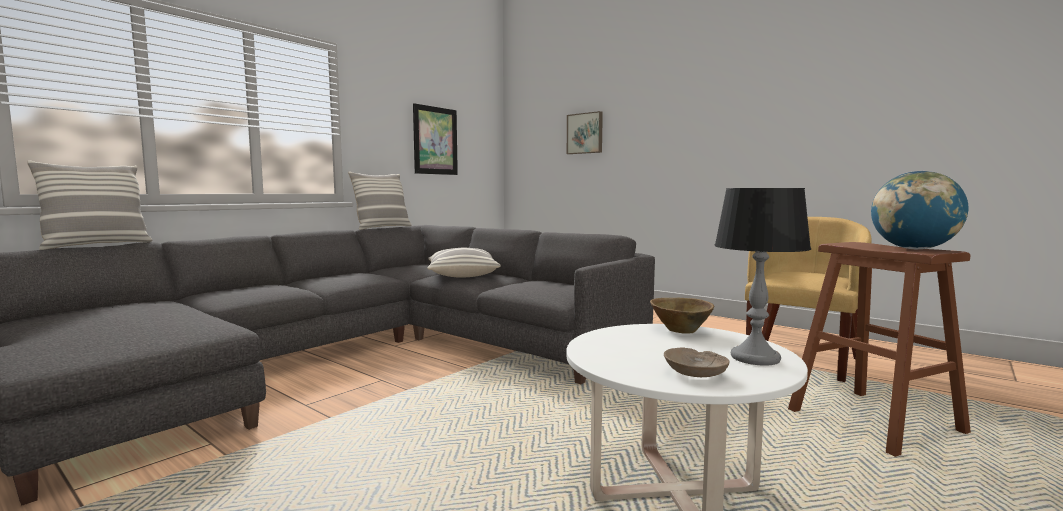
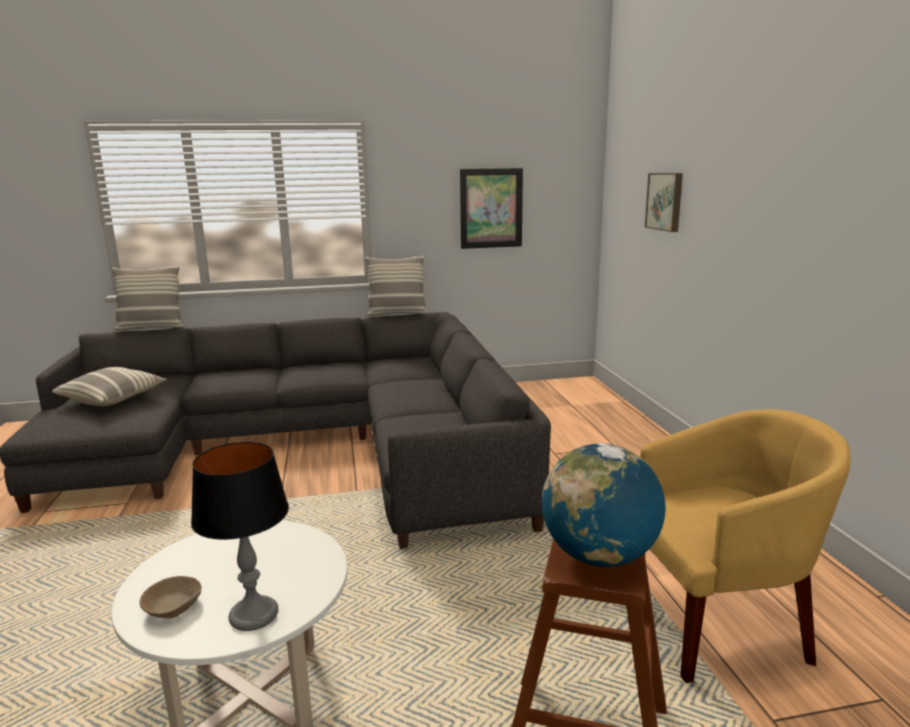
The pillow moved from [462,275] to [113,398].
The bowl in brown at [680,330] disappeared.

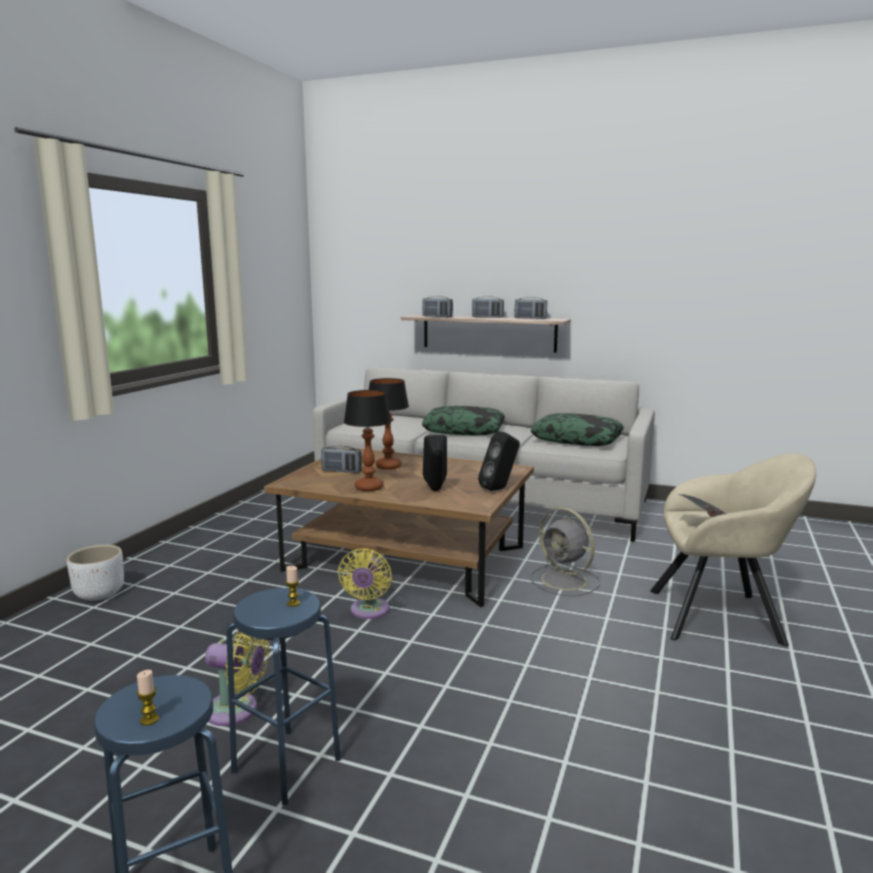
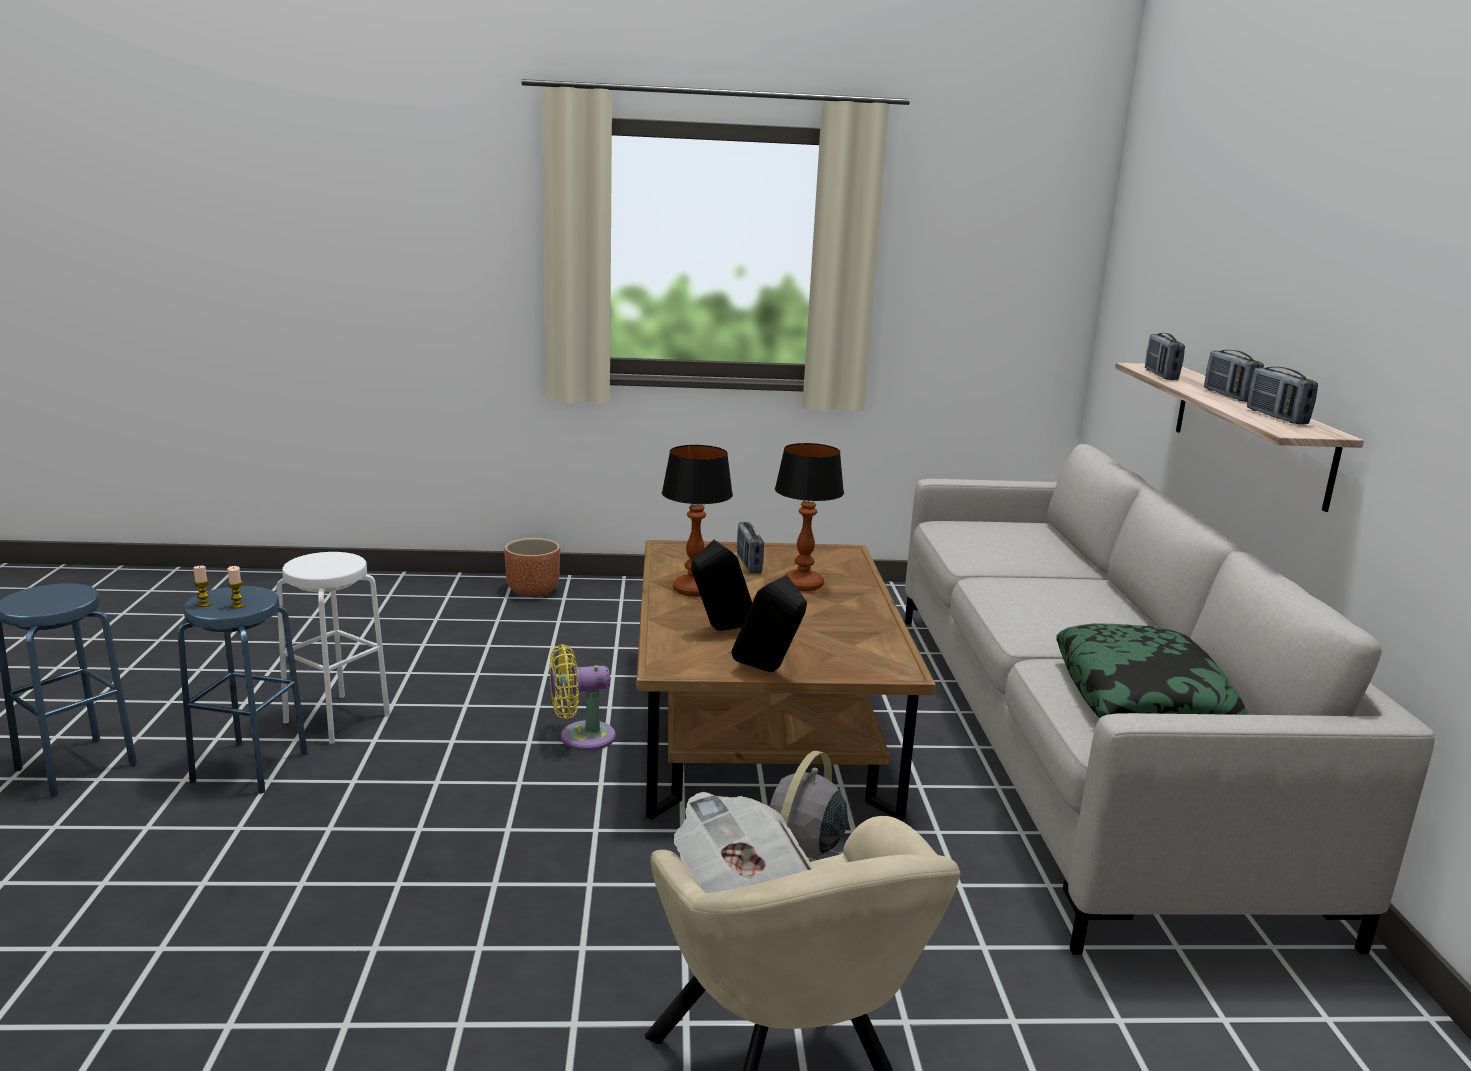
The planter in white at [100,594] became the planter in brown at [533,591].
The candle moved from [149,719] to [203,604].
The fan in yellow at [237,710] was replaced by the stool in white at [337,718].
The pillow at [464,430] disappeared.

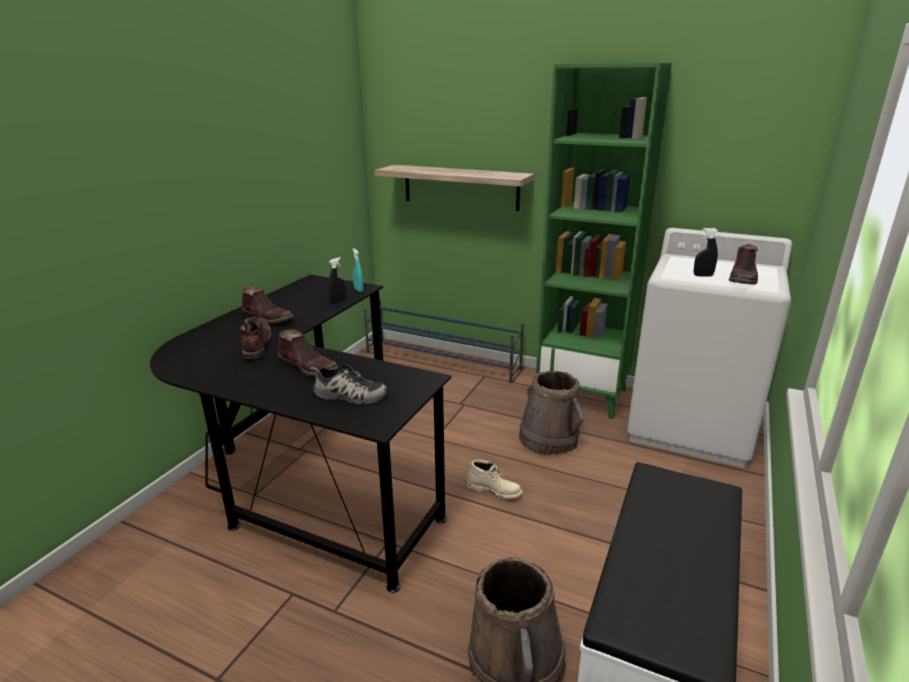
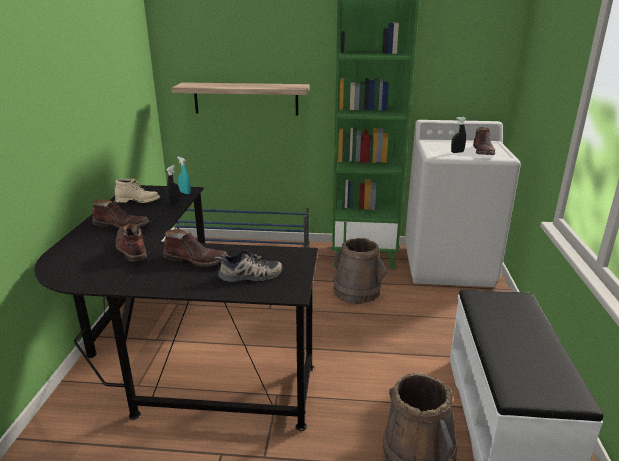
The boot in beige moved from [495,490] to [138,201].

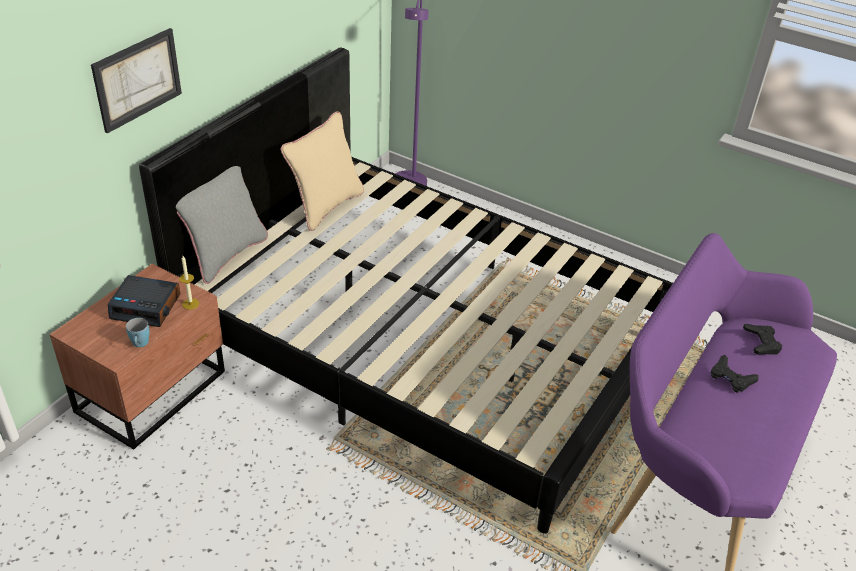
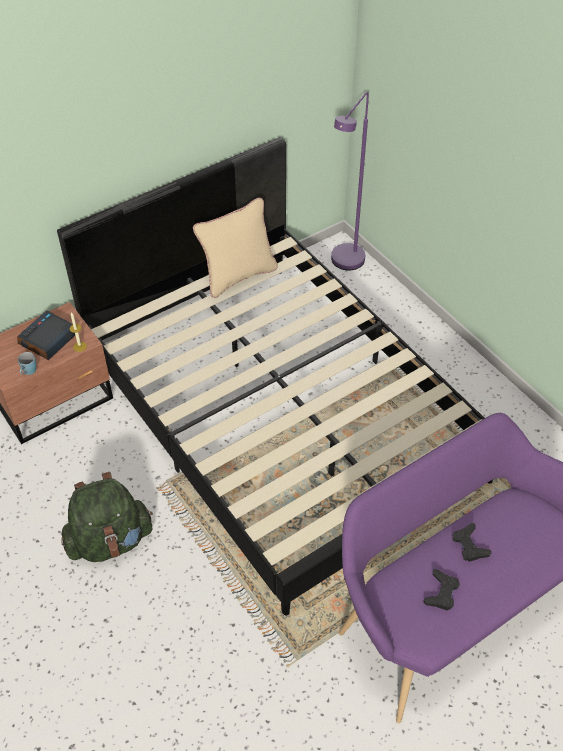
The picture at [137,79] disappeared.
The alarm clock at [146,306] turned 90 degrees clockwise.
The pillow in grey at [225,255] disappeared.
The game controller in black moved from [761,342] to [441,592].
The backpack in green at [110,540] appeared.

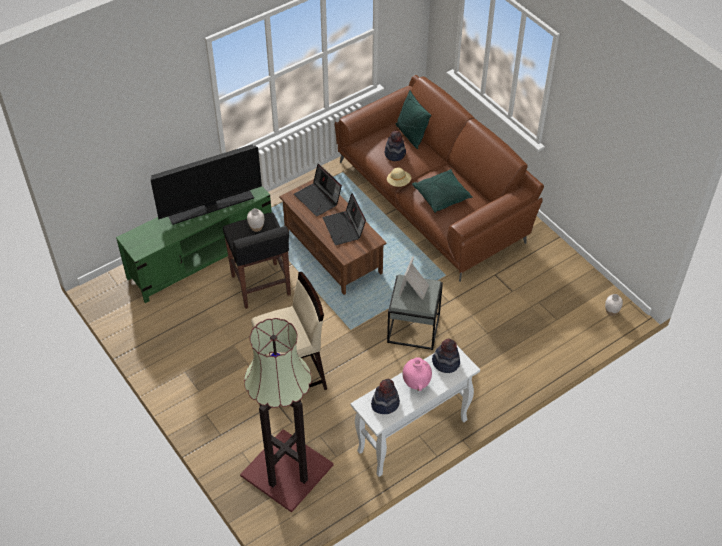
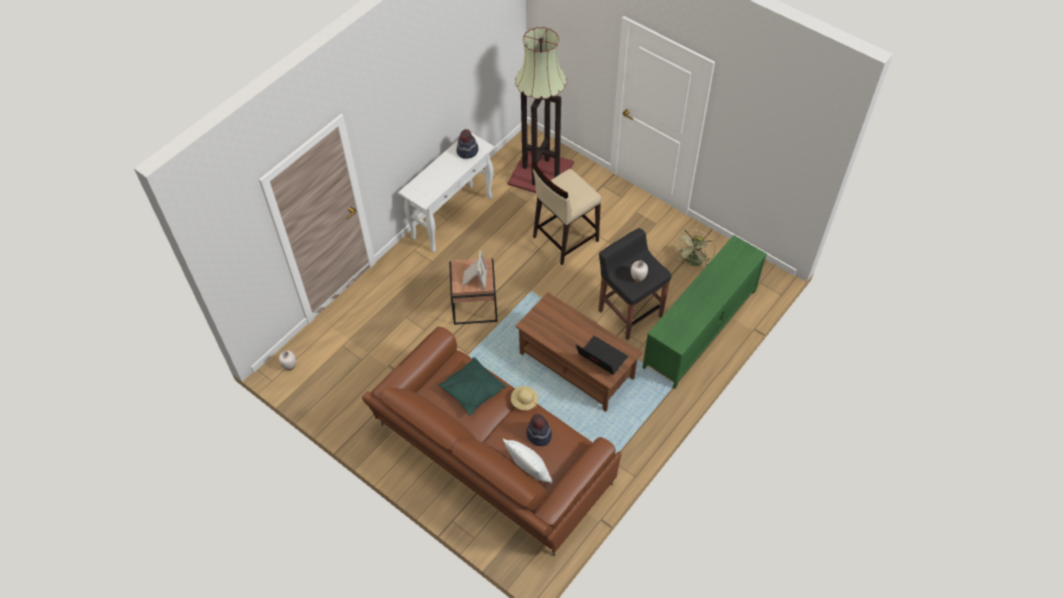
The television at [211,206] disappeared.
The laptop at [344,228] disappeared.
The side table in grey at [414,329] became the side table in brown at [474,305].
The pillow in green at [411,135] became the pillow in white at [529,470].
The vase in pink at [416,382] disappeared.
The hat at [446,362] disappeared.
The fan in green at [693,262] appeared.

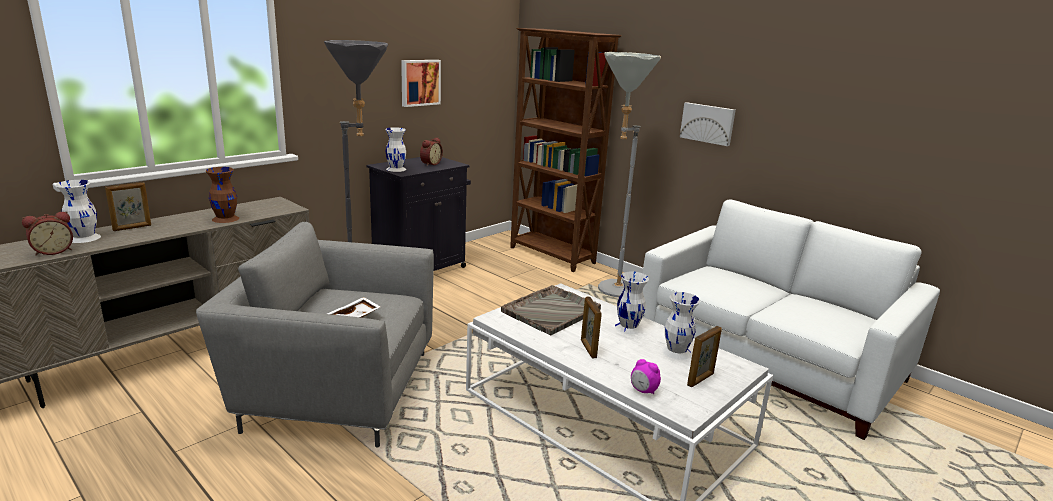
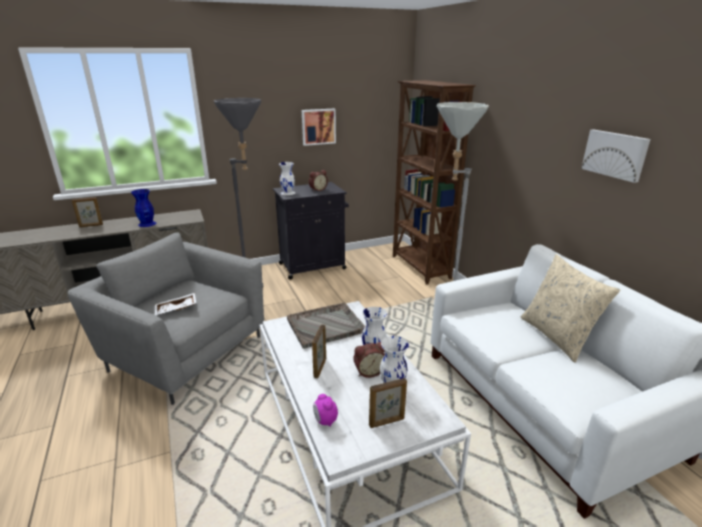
The alarm clock moved from [53,251] to [369,371].
The vase in white at [84,238] disappeared.
The vase in brown at [226,219] became the vase in blue at [147,224].
The picture moved from [708,123] to [615,154].
The pillow in beige at [557,336] appeared.

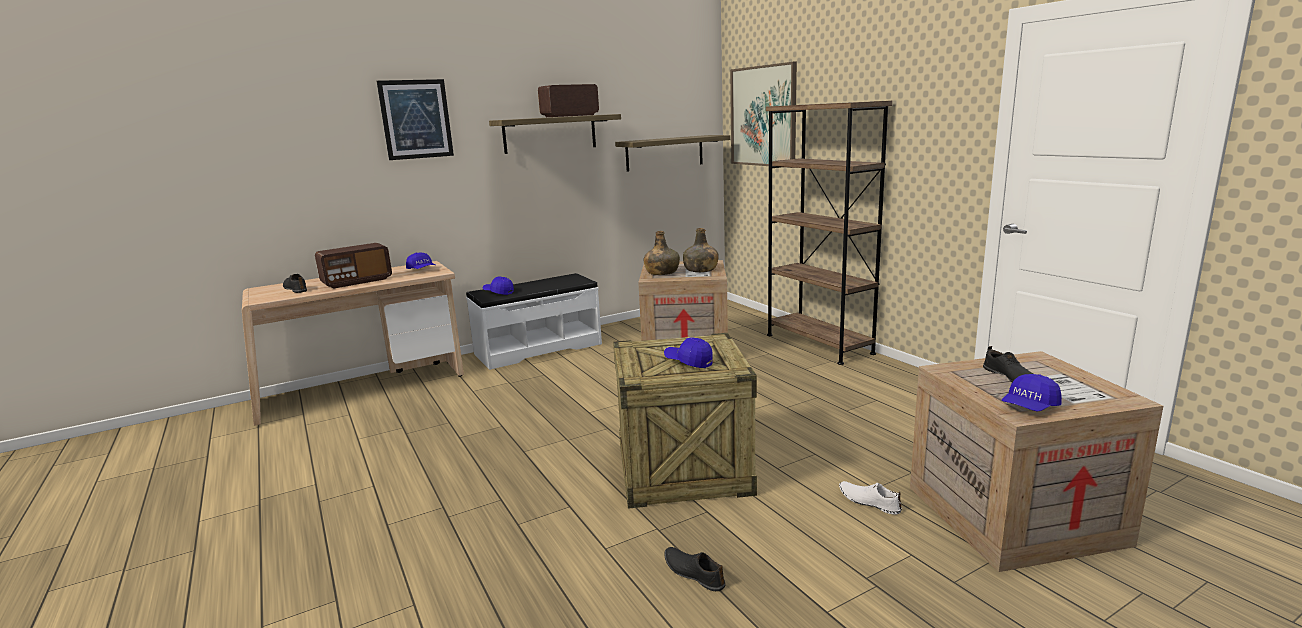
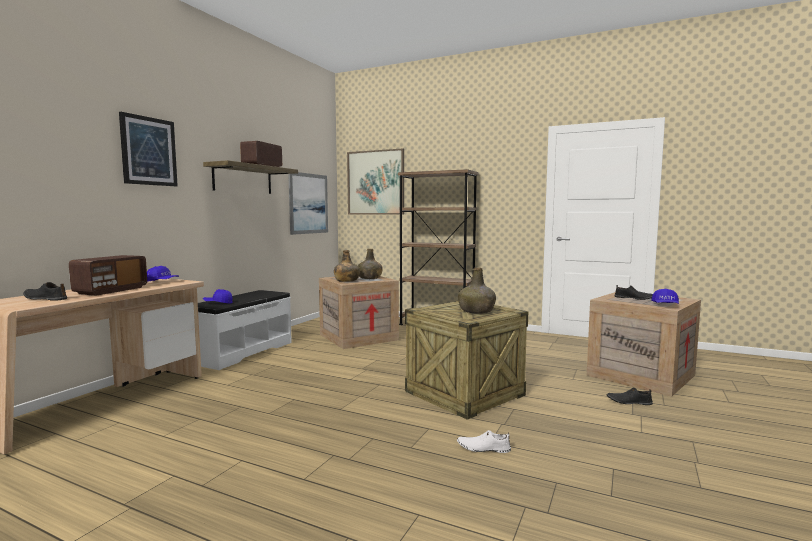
The shelf at [664,153] was replaced by the picture at [308,203].
The cap in blue at [688,362] was replaced by the bottle in green at [477,311].
The shoe in black moved from [693,573] to [629,402].
The shoe in white moved from [869,501] to [483,448].

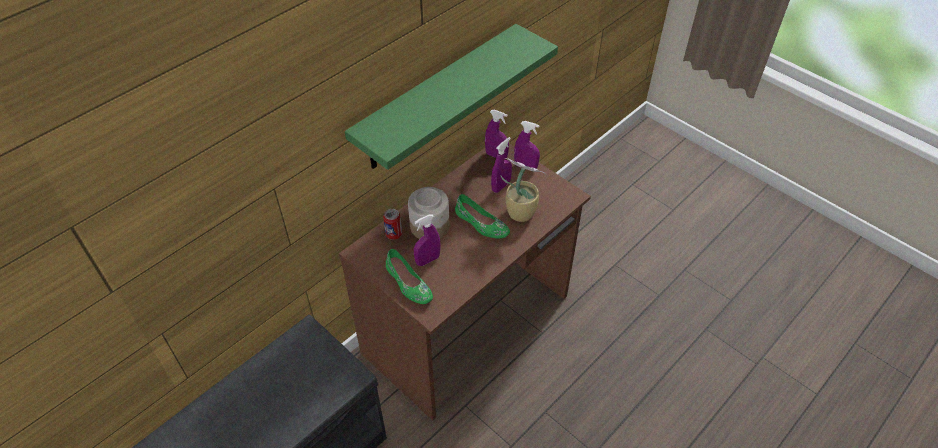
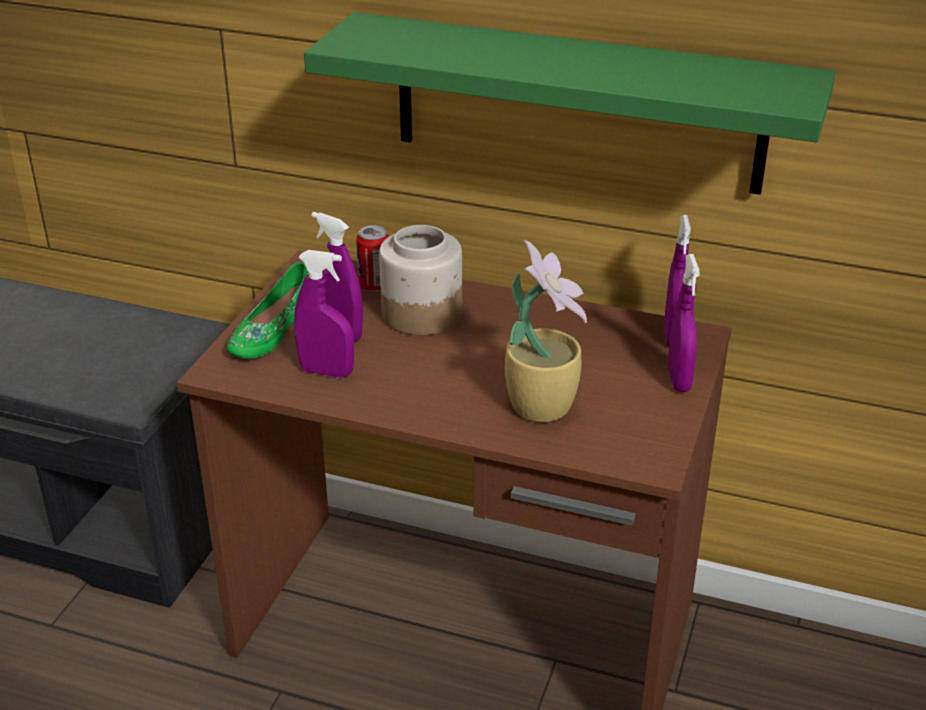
The shoe in green at [481,224] disappeared.
The spray bottle in purple moved from [501,186] to [326,372].

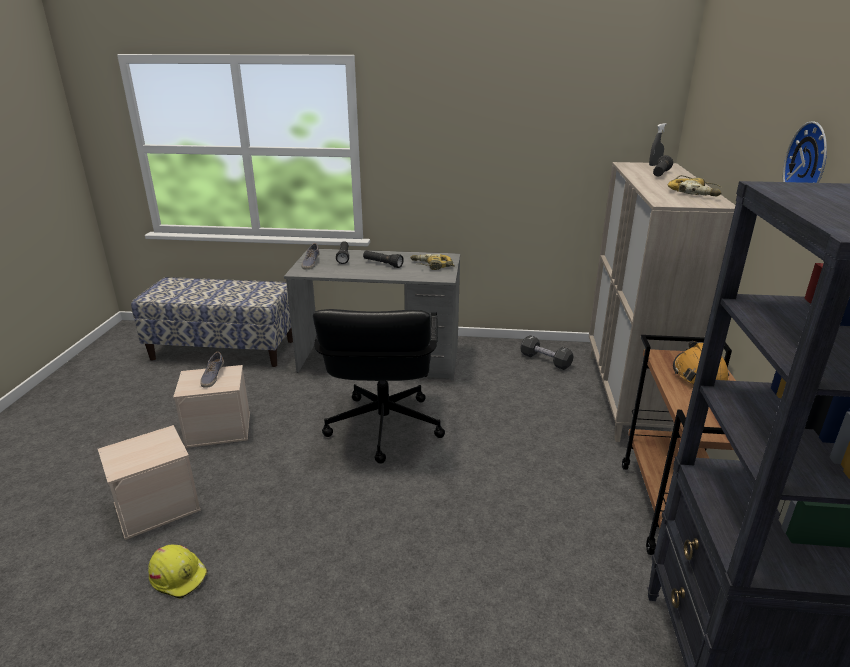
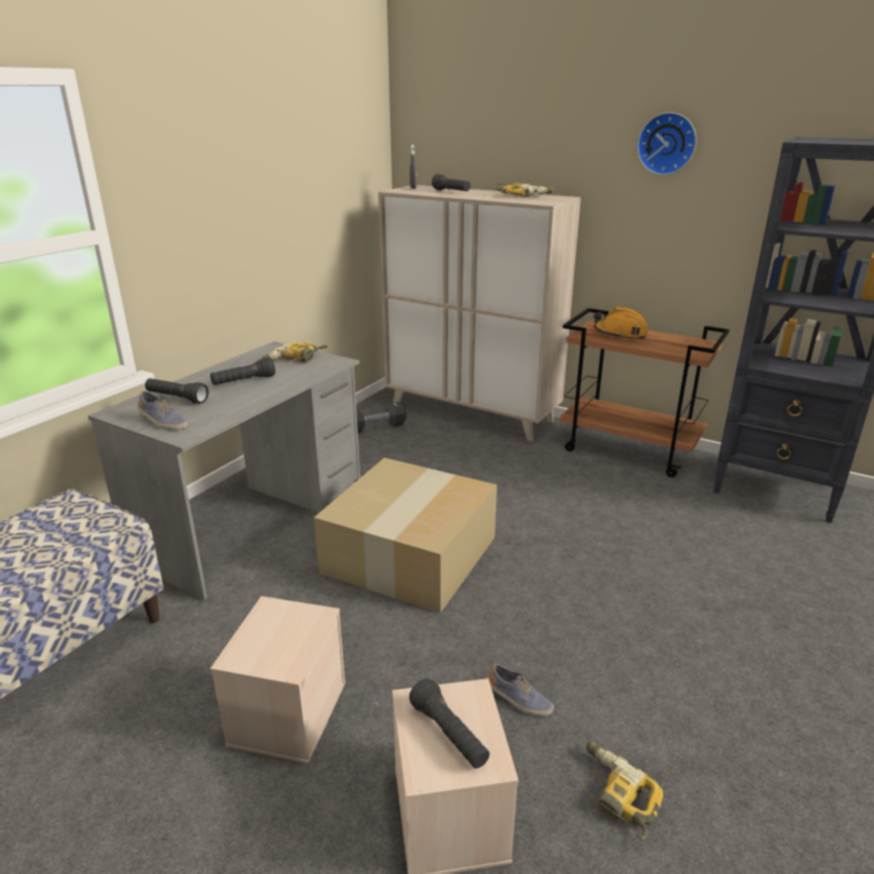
The hard hat in yellow at [179,576] was replaced by the power drill at [613,794].
The shoe moved from [212,376] to [518,700].
The office chair in black at [383,427] was replaced by the cardboard box at [411,556].
The flashlight in black at [449,734] appeared.

